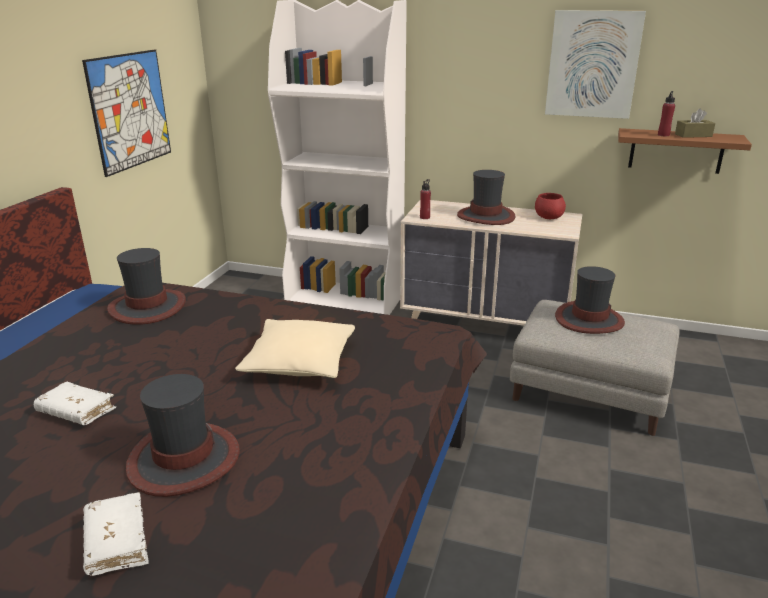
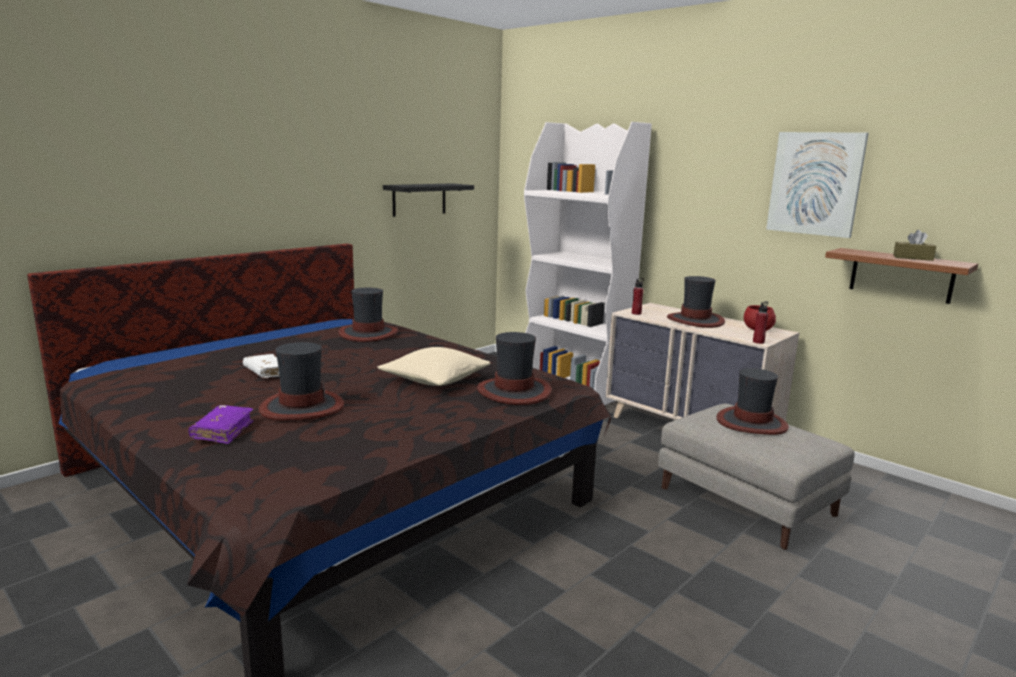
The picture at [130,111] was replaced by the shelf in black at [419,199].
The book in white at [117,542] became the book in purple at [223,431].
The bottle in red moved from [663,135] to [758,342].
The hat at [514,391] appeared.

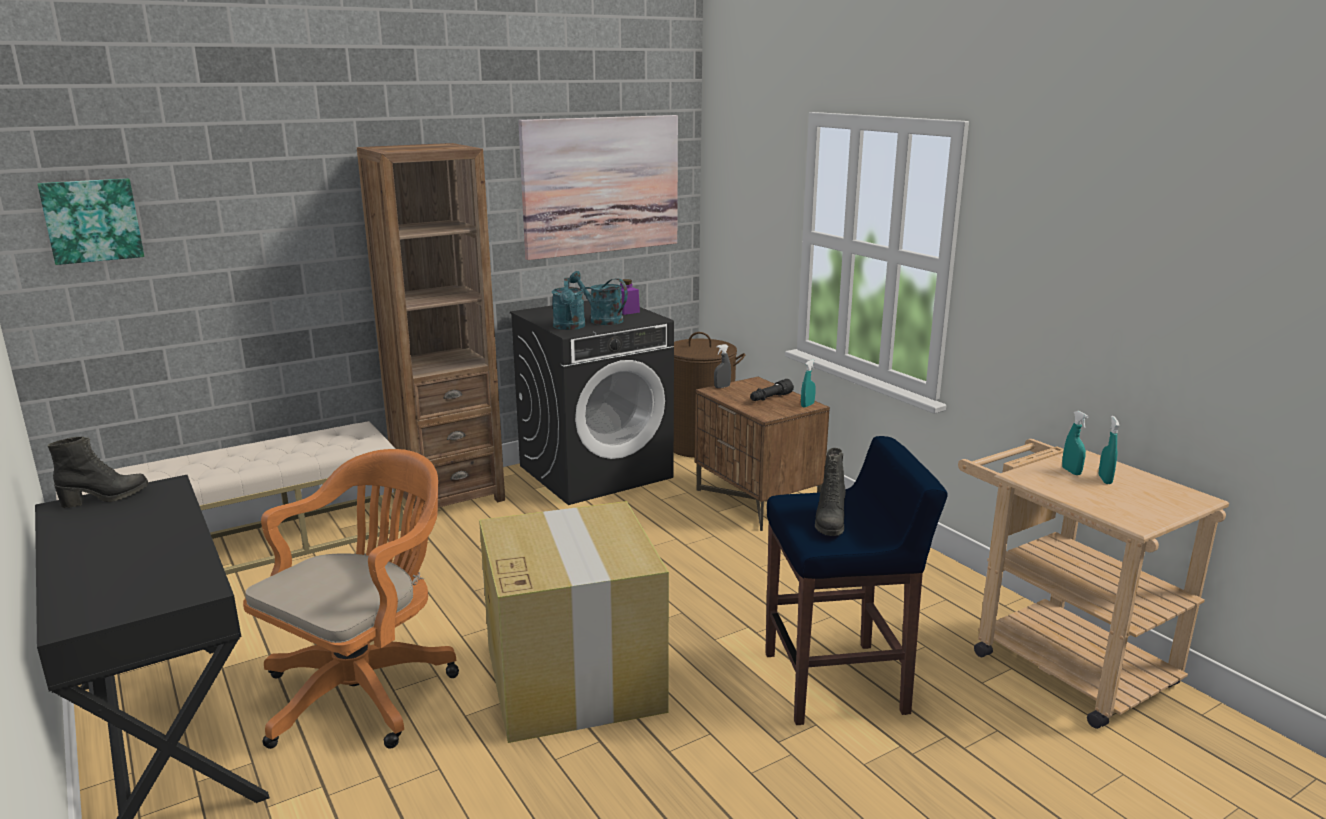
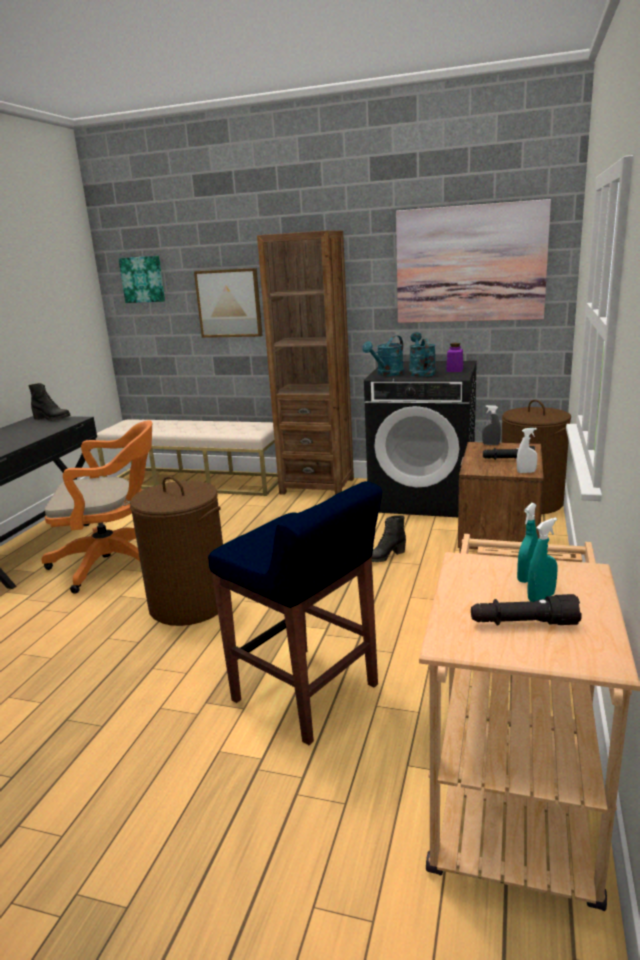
The cardboard box at [573,678] was replaced by the laundry basket in brown at [190,604].
The spray bottle in turquoise at [807,405] became the spray bottle in white at [526,472].
The boot in black moved from [829,522] to [385,556].
The picture at [229,303] appeared.
The flashlight in black at [523,624] appeared.

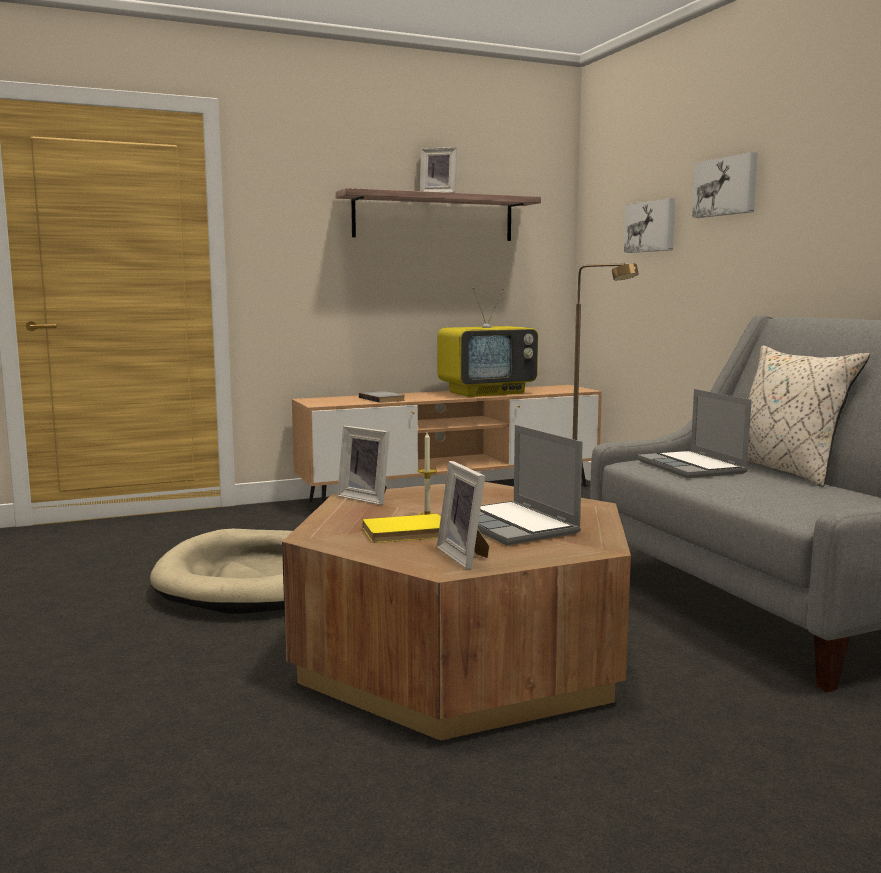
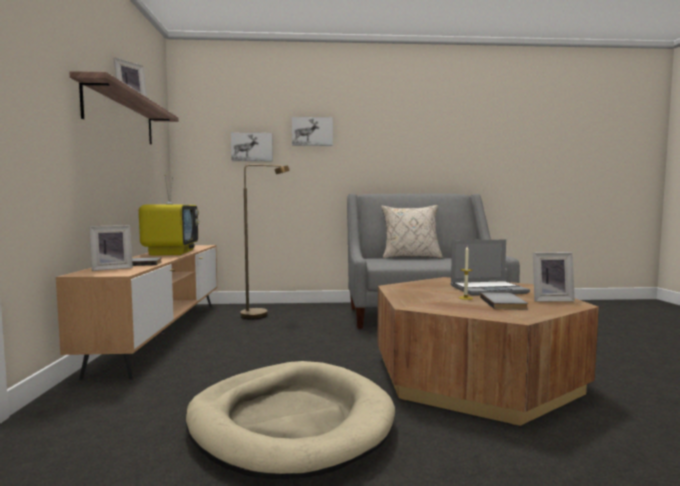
The picture frame moved from [367,498] to [112,268].
The book in yellow at [407,533] became the book in grey at [504,303].
The laptop at [693,467] disappeared.

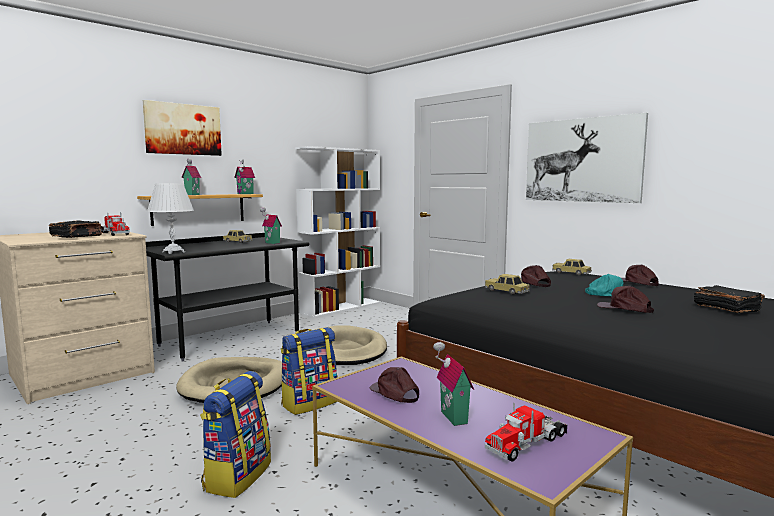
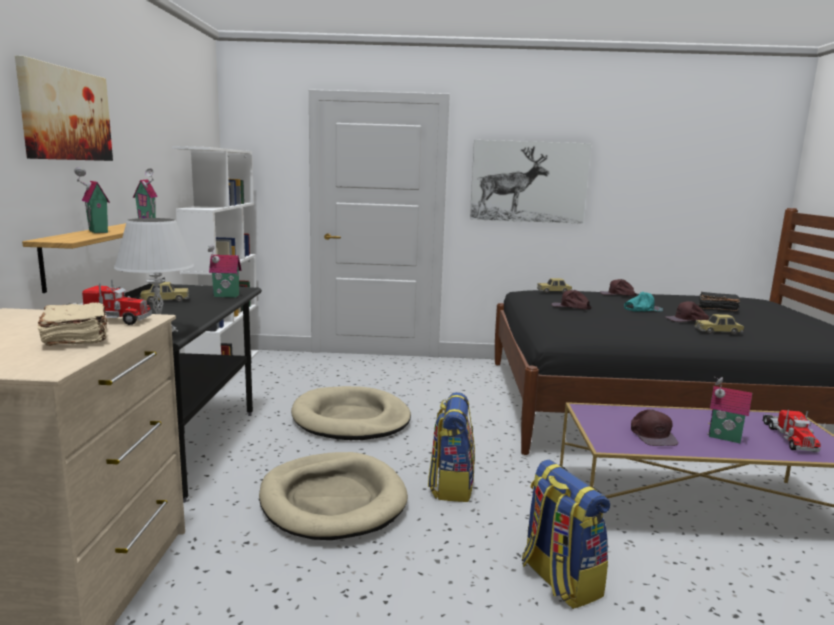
The book in black at [77,237] became the book in beige at [77,338].
The cap in brown at [394,393] turned 105 degrees counterclockwise.
The toy car moved from [506,291] to [718,332].

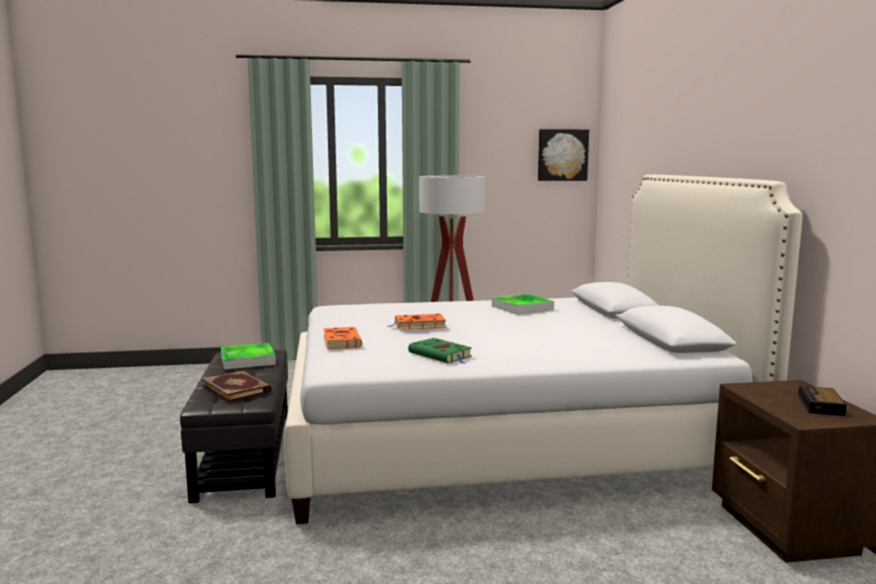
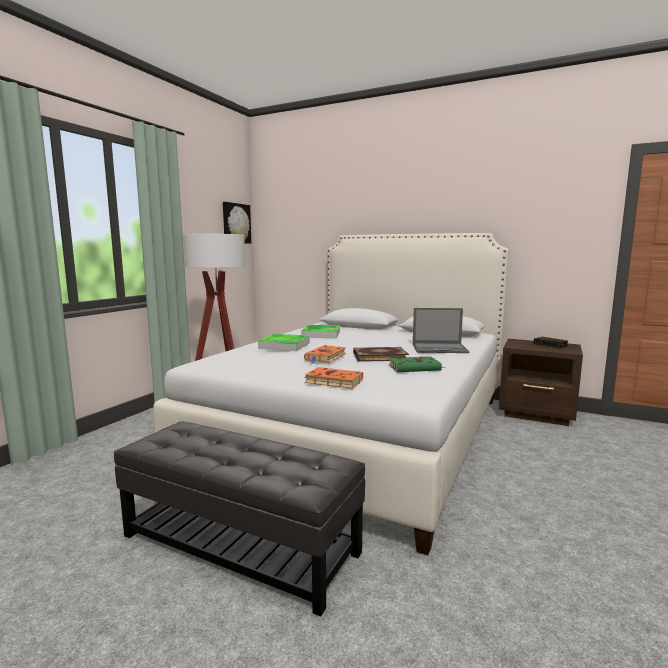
The book moved from [237,389] to [379,356].
The tray moved from [248,360] to [284,345].
The laptop at [440,348] appeared.

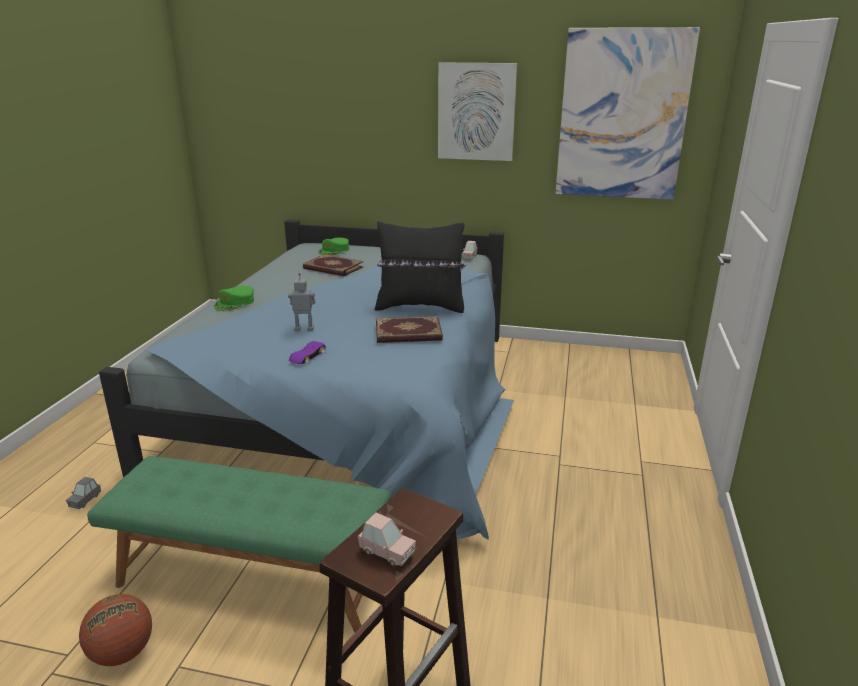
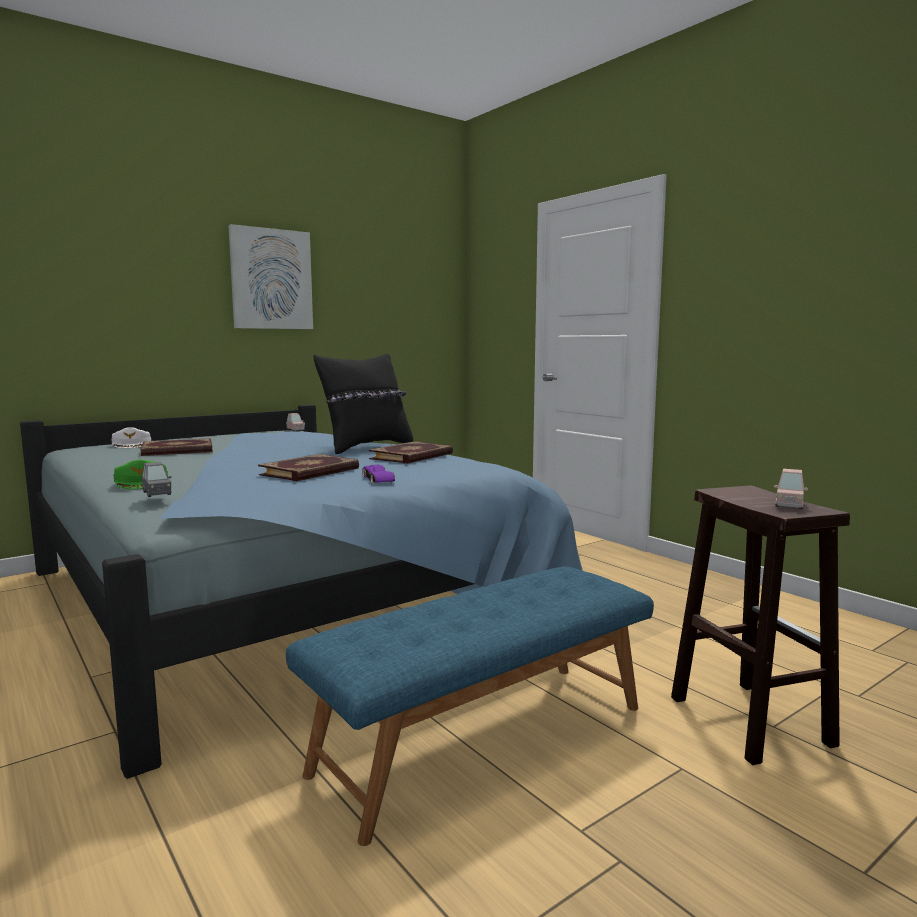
The toy car in grey moved from [85,500] to [157,493].
The basketball at [122,653] disappeared.
The bench in green at [253,576] became the bench in blue at [483,737].
The toy robot at [304,329] was replaced by the book at [311,472].
The cap in green at [334,250] became the cap in white at [132,444].
The toy car in pink at [387,552] turned 135 degrees clockwise.
The picture at [622,115] disappeared.

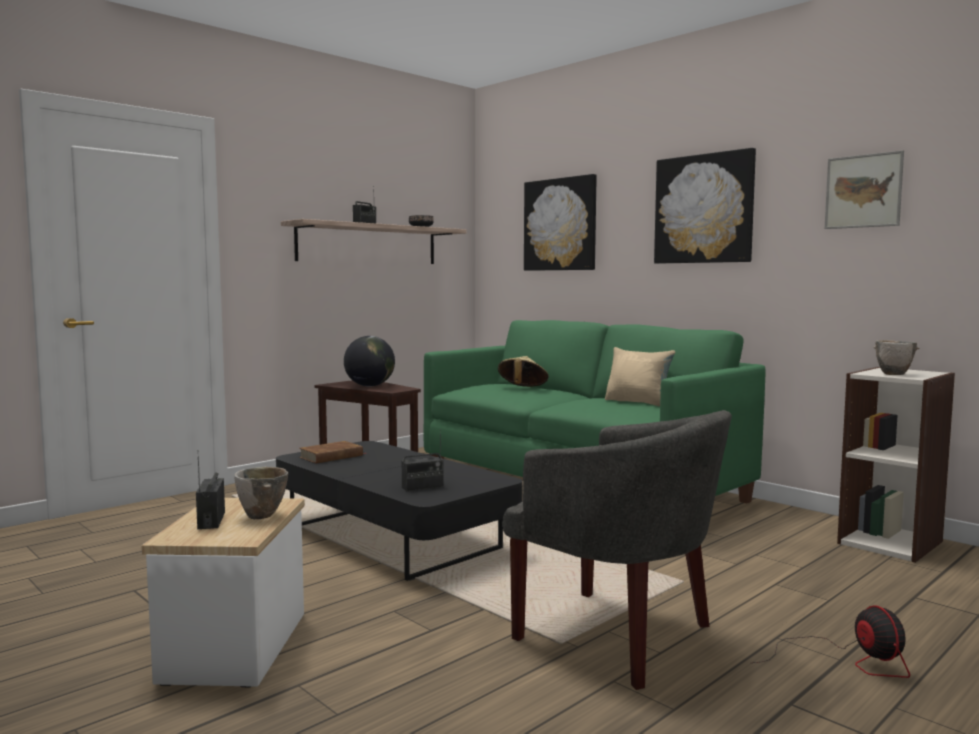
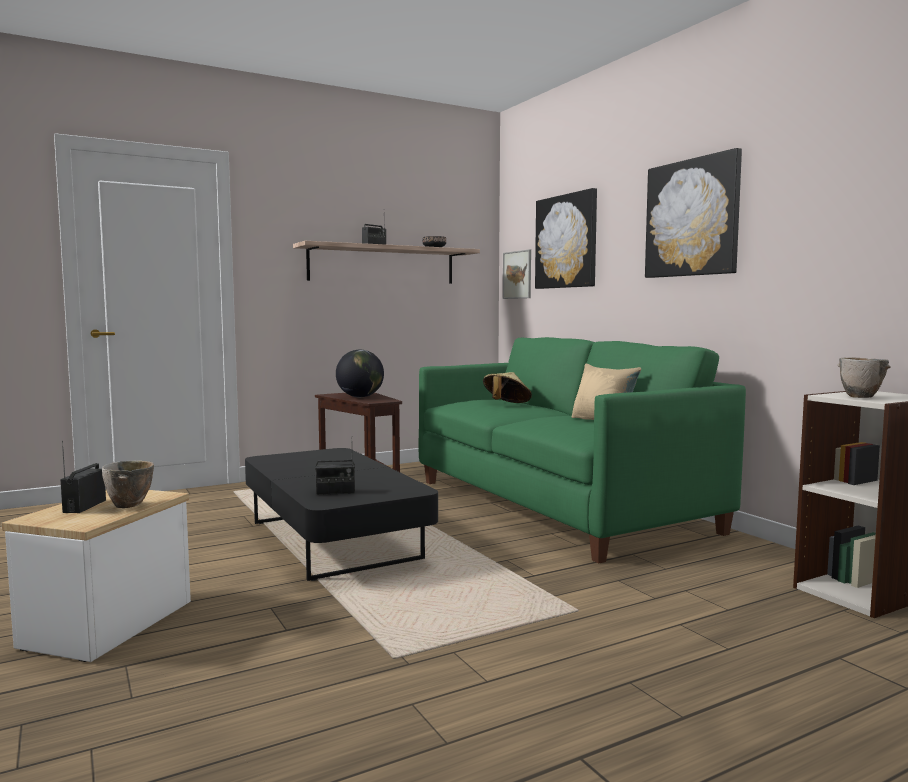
The book in brown at [331,456] disappeared.
The armchair in grey at [619,637] disappeared.
The fan at [847,660] disappeared.
The picture moved from [863,191] to [517,275].

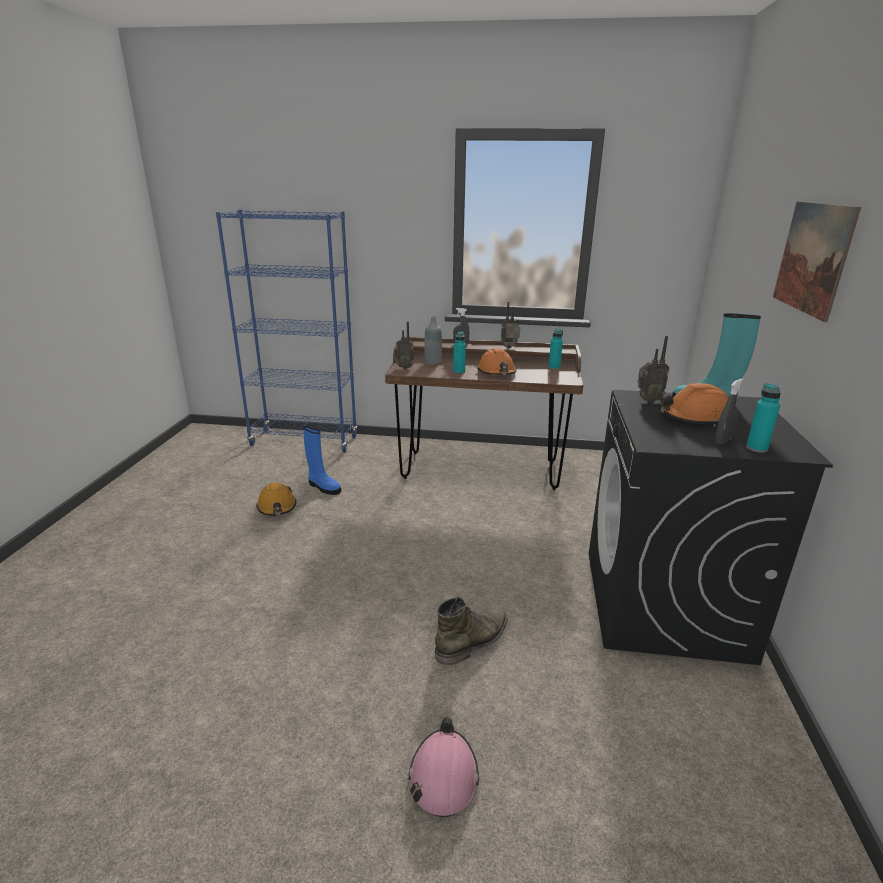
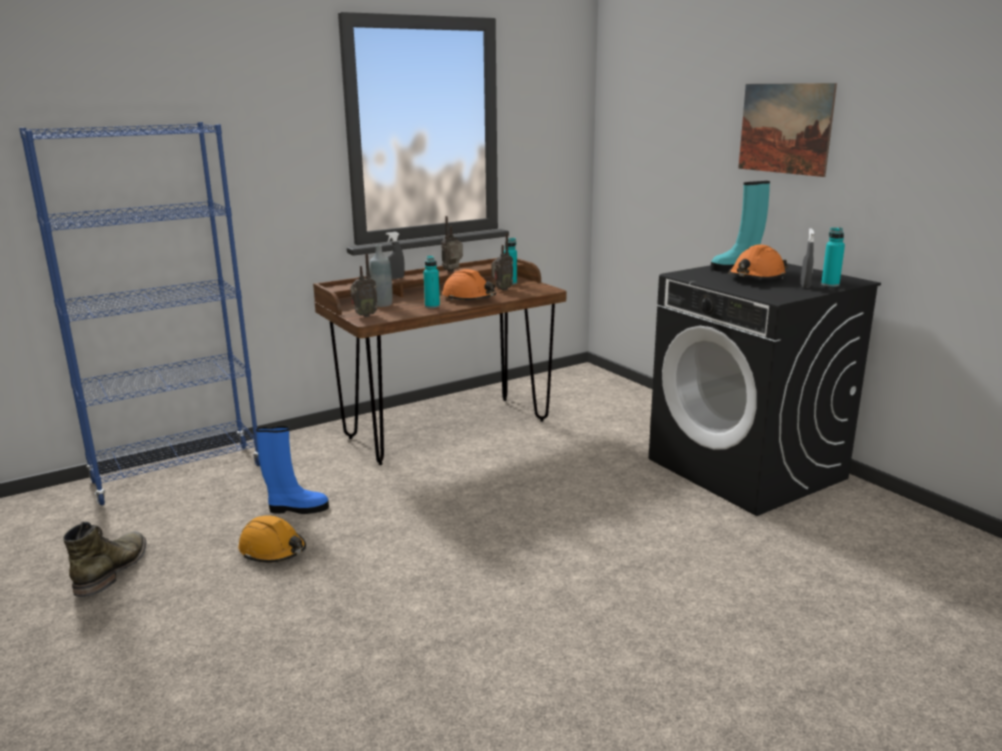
The hard hat in pink at [443,776] disappeared.
The boot in green moved from [473,640] to [113,569].
The radio moved from [647,400] to [501,289].

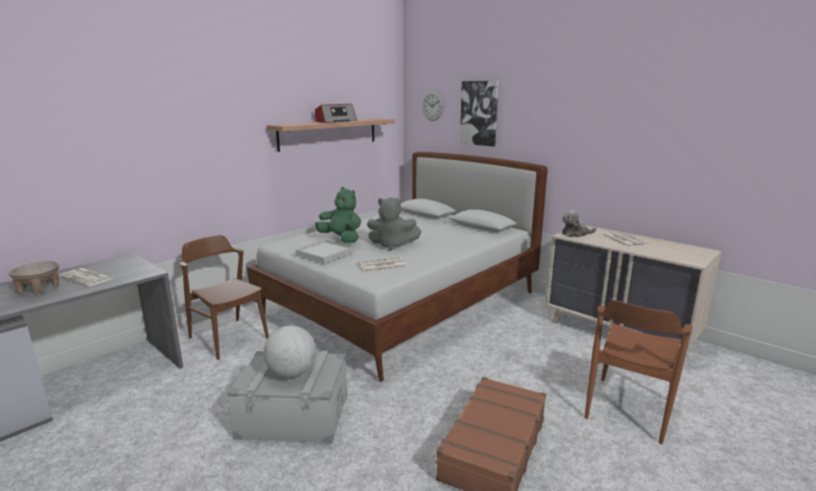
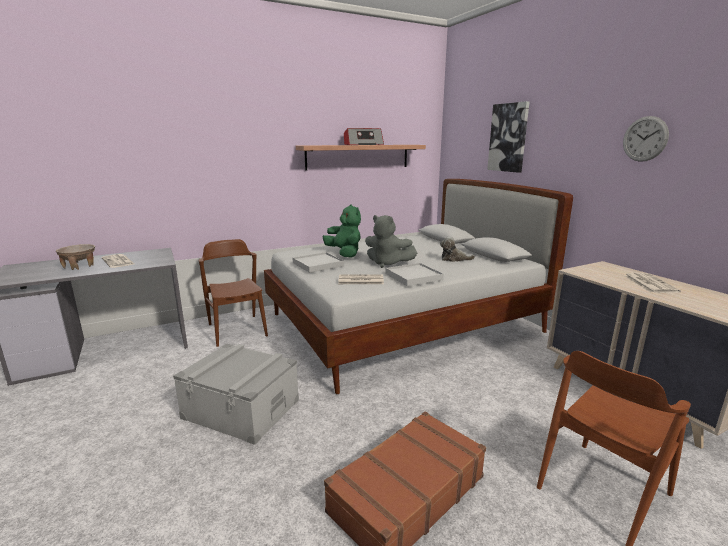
The globe at [292,373] disappeared.
The wall clock moved from [432,106] to [645,139].
The plush toy moved from [576,234] to [454,259].
The tray in white at [413,277] appeared.

